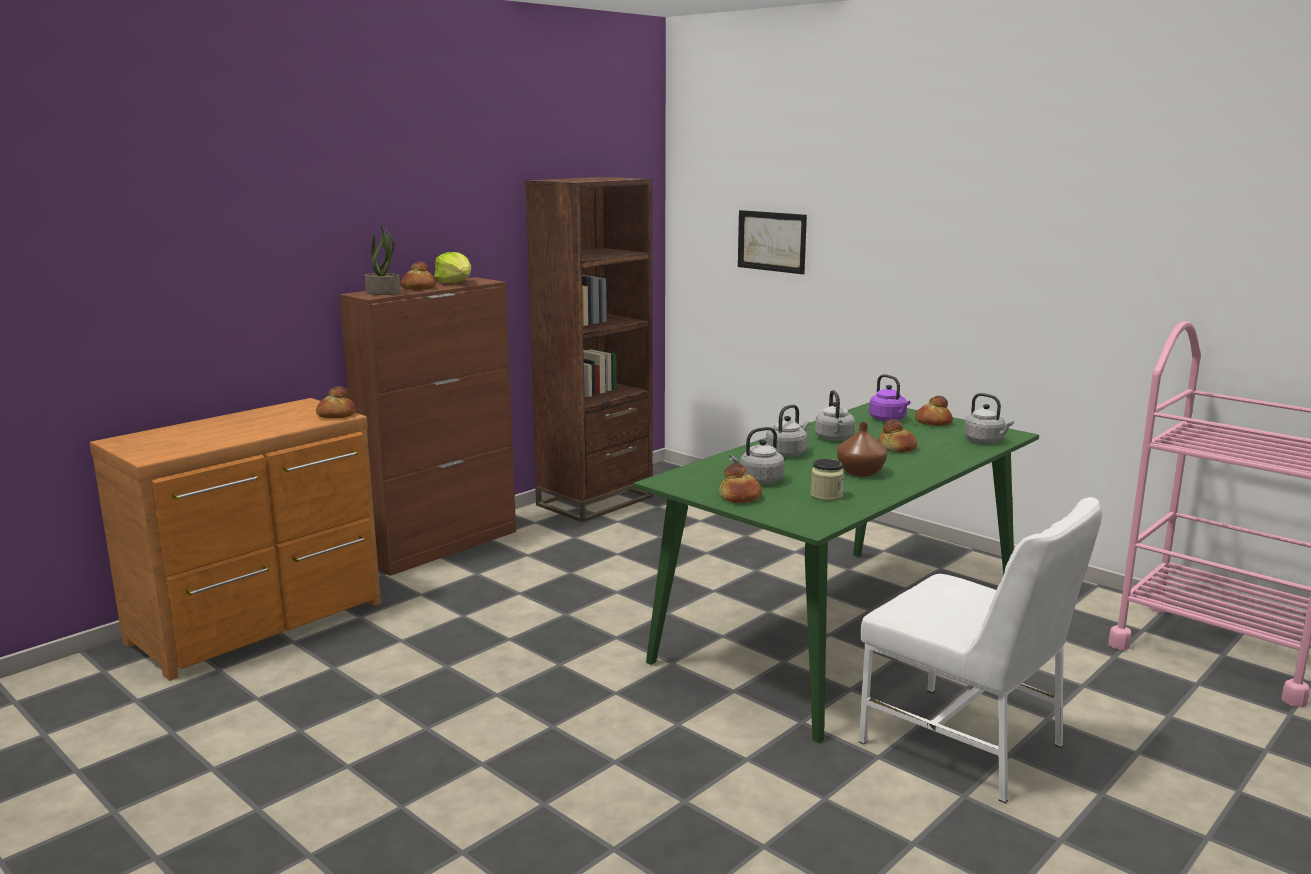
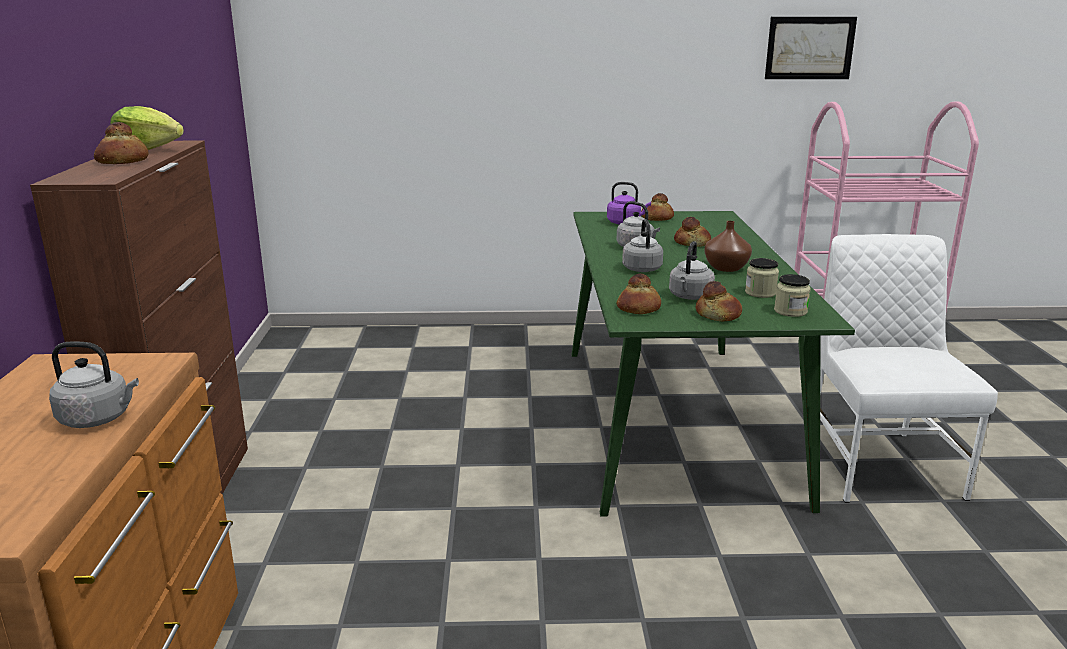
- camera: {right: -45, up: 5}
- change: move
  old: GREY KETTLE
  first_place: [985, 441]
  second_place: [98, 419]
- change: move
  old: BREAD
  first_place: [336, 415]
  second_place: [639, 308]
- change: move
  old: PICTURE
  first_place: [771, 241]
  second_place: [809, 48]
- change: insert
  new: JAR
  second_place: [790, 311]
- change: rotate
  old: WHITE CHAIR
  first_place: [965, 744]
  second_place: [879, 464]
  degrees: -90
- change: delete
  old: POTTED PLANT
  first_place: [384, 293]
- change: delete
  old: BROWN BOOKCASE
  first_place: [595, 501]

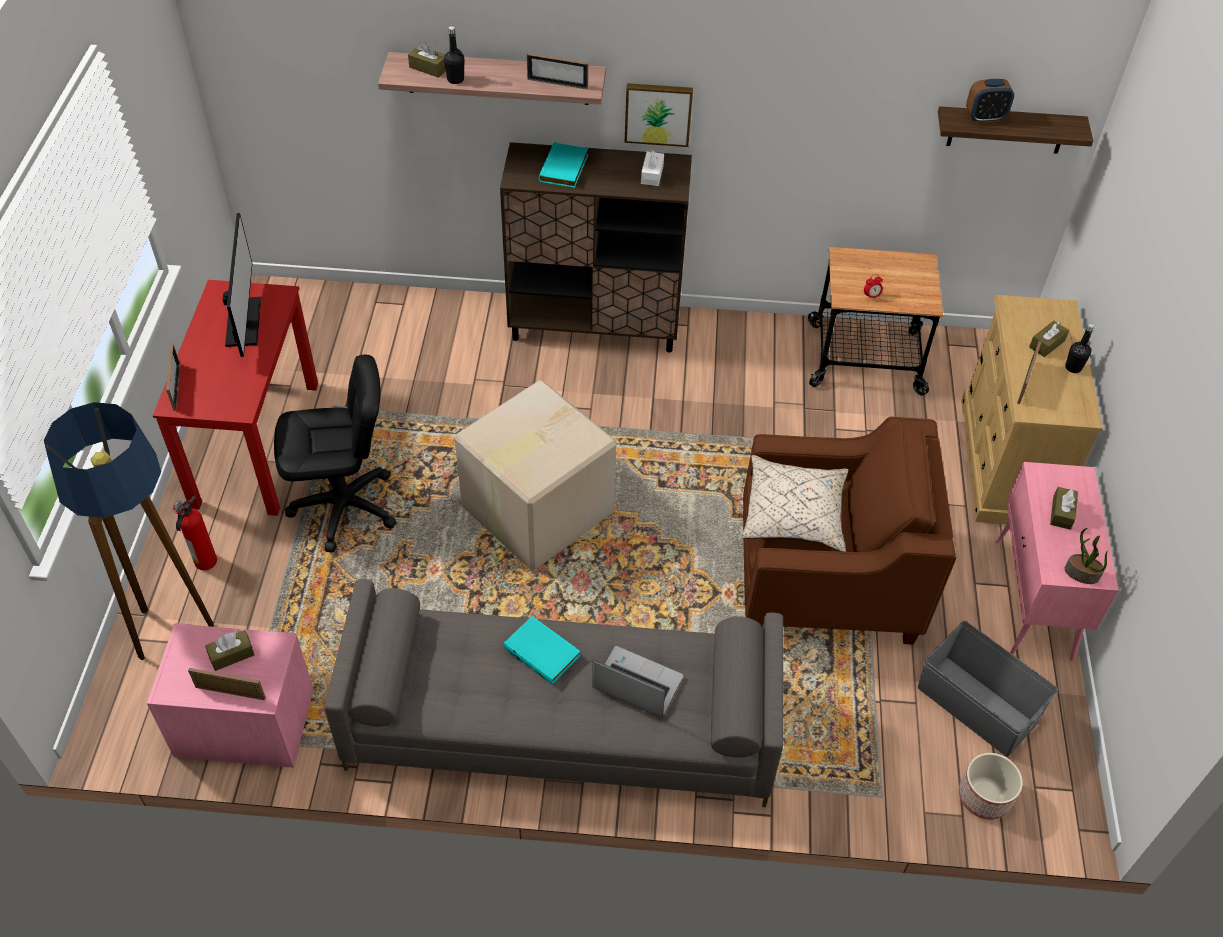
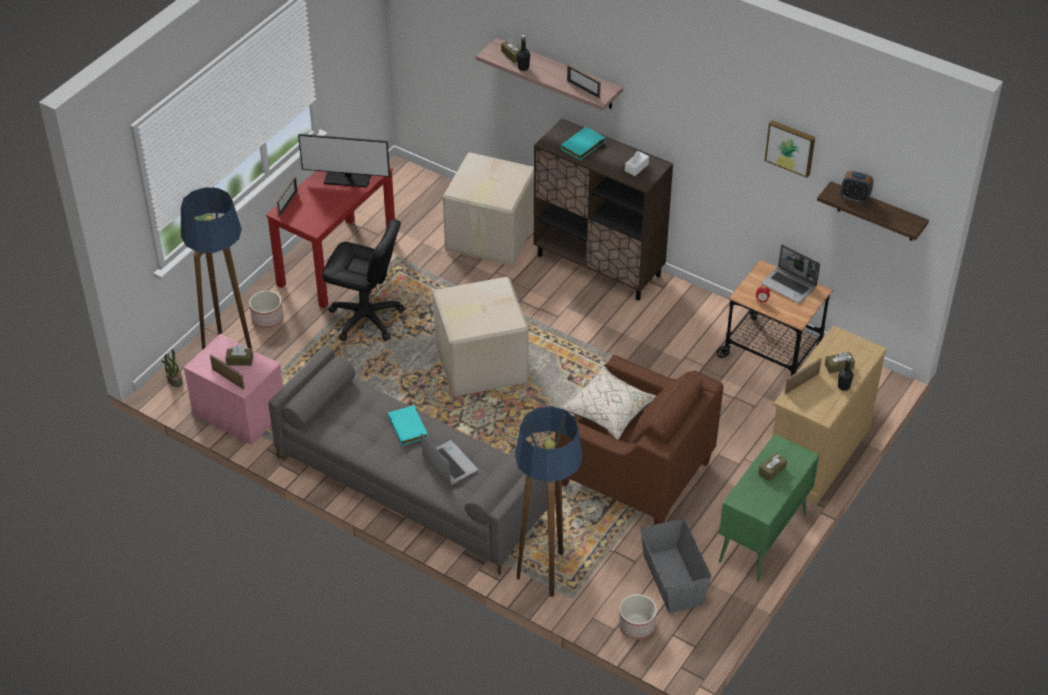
- camera: {right: 30, up: -5}
- change: move
  old: POTTED PLANT
  first_place: [1081, 574]
  second_place: [174, 380]
- change: replace
  old: FIRE EXTINGUISHER
  new: PLANTER
  first_place: [204, 562]
  second_place: [267, 319]
- change: rotate
  old: MONITOR
  first_place: [243, 322]
  second_place: [347, 179]
  degrees: 75
- change: insert
  new: CARDBOARD BOX
  second_place: [489, 236]
- change: insert
  new: FLOOR LAMP
  second_place: [546, 571]
- change: recolor
  old: PINK CABINET
  new: GREEN CABINET
  first_place: [1033, 600]
  second_place: [762, 539]
- change: insert
  new: LAPTOP
  second_place: [789, 286]
- change: move
  old: PICTURE
  first_place: [658, 113]
  second_place: [790, 147]

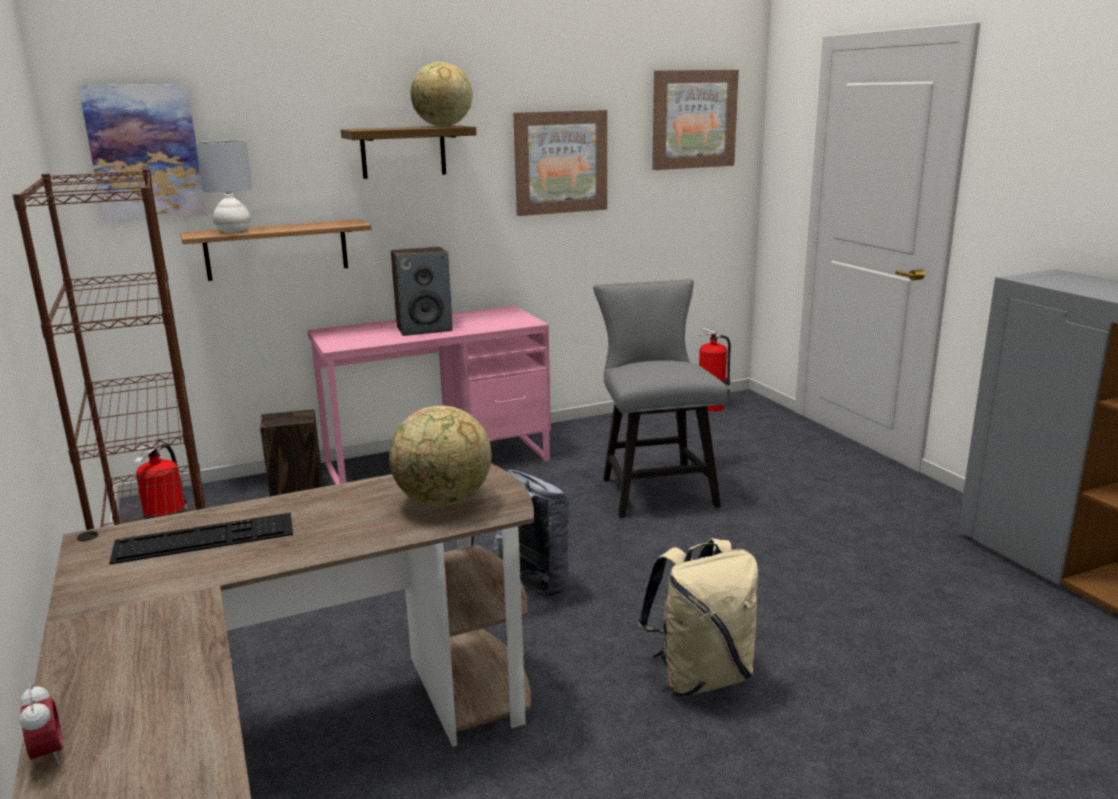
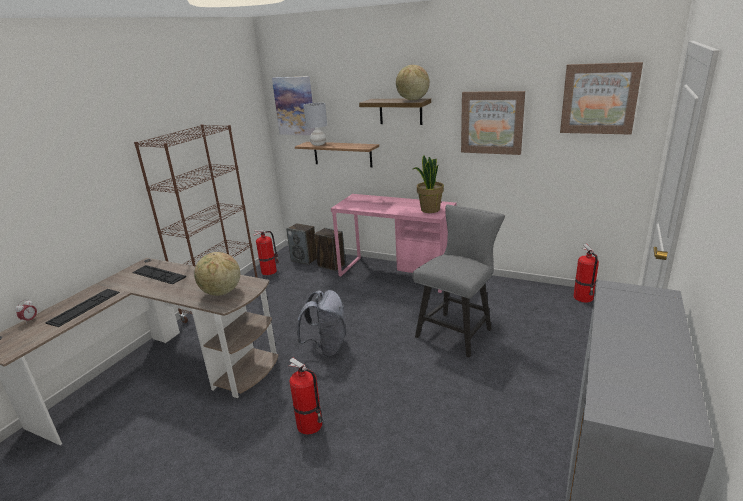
- camera: {right: 50, up: 5}
- change: insert
  new: KEYBOARD
  second_place: [84, 307]
- change: move
  old: SPEAKER
  first_place: [424, 329]
  second_place: [304, 259]
- change: replace
  old: BEIGE BACKPACK
  new: FIRE EXTINGUISHER
  first_place: [700, 676]
  second_place: [311, 425]
- change: insert
  new: POTTED PLANT
  second_place: [429, 210]

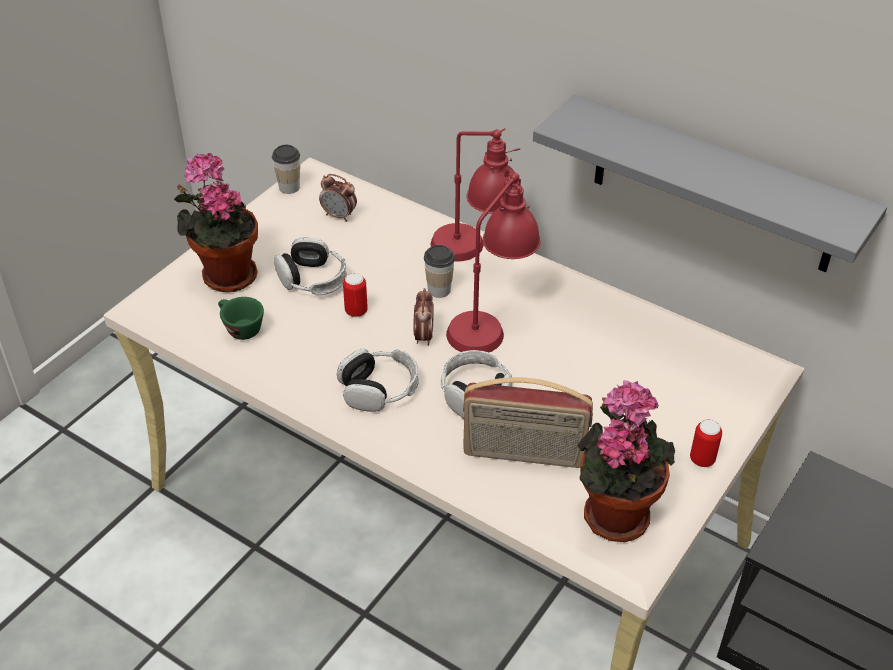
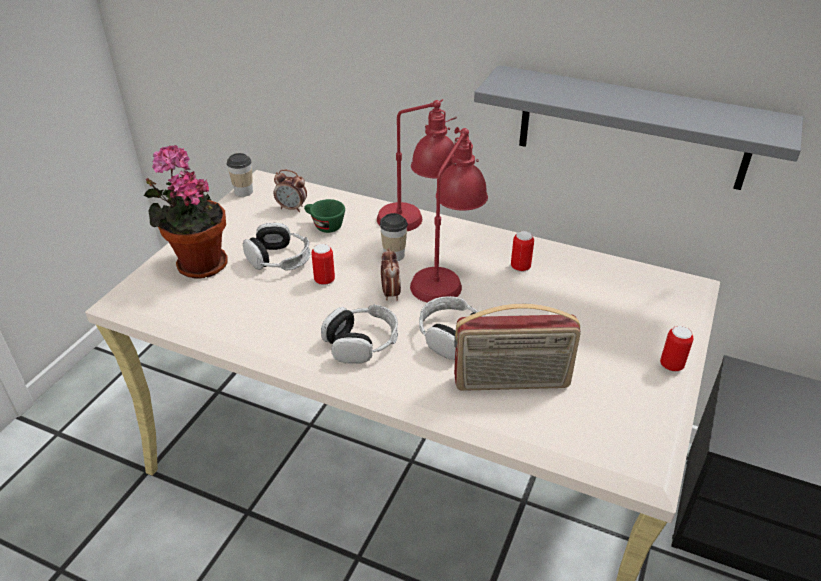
- camera: {right: -10, up: -5}
- change: move
  old: GREEN CUP
  first_place: [239, 328]
  second_place: [324, 226]
- change: insert
  new: CAN
  second_place: [520, 267]
- change: delete
  old: POTTED PLANT
  first_place: [614, 511]

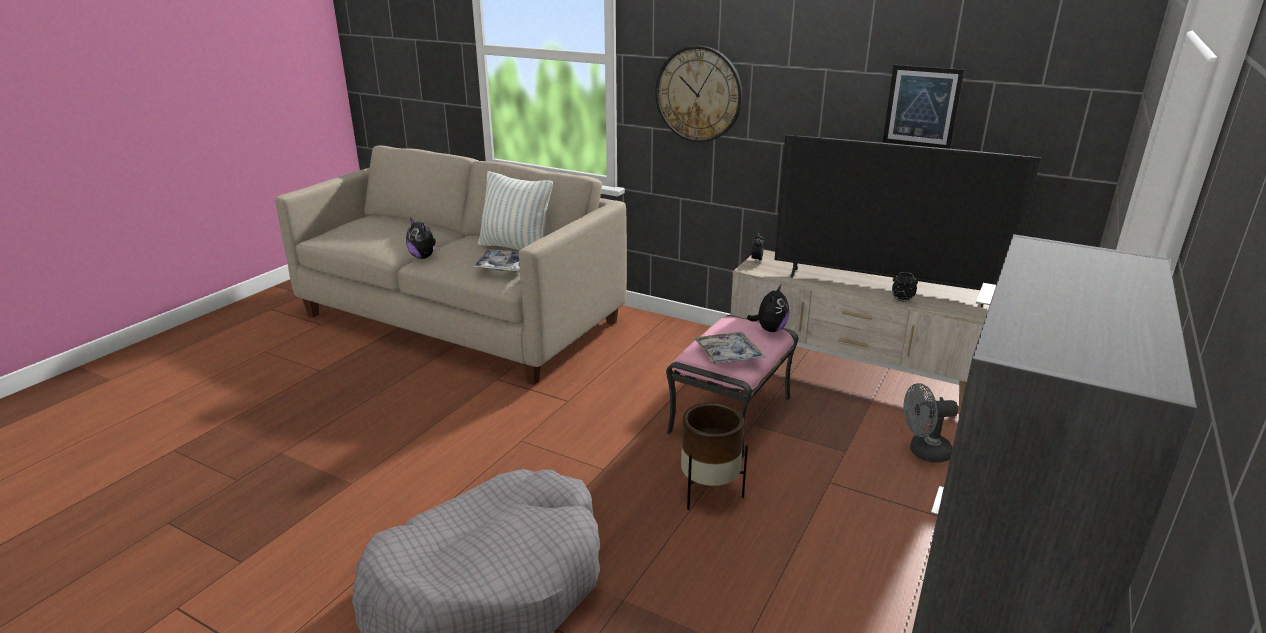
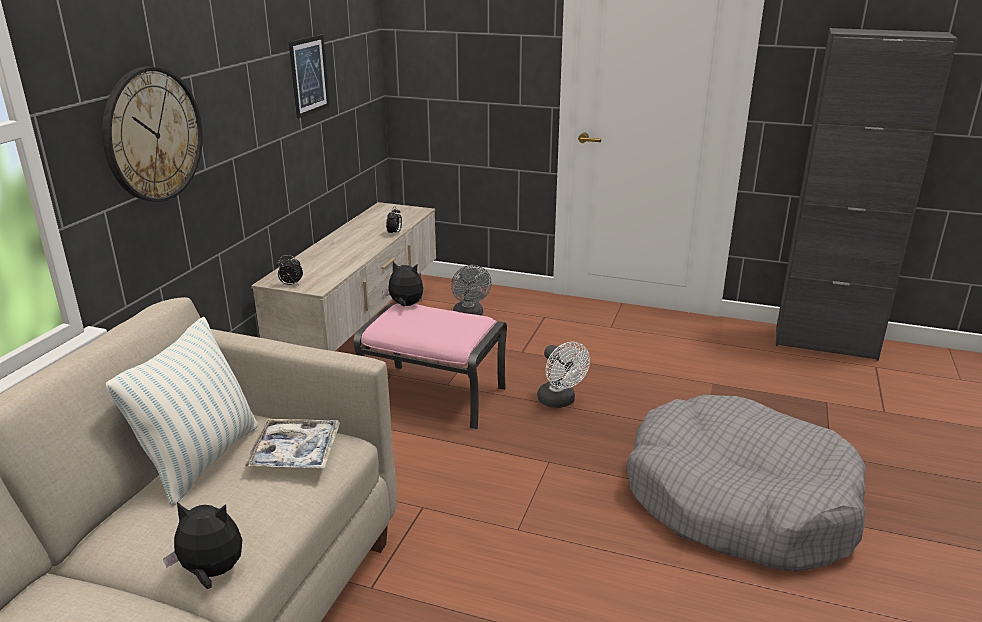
- camera: {right: -100, up: 0}
- change: rotate
  old: PLUSH TOY
  first_place: [424, 257]
  second_place: [211, 573]
  degrees: -120
- change: replace
  old: BROWN PLANTER
  new: WHITE FAN
  first_place: [709, 493]
  second_place: [560, 402]
- change: delete
  old: TRAY
  first_place: [728, 354]
- change: delete
  old: TELEVISION
  first_place: [884, 286]

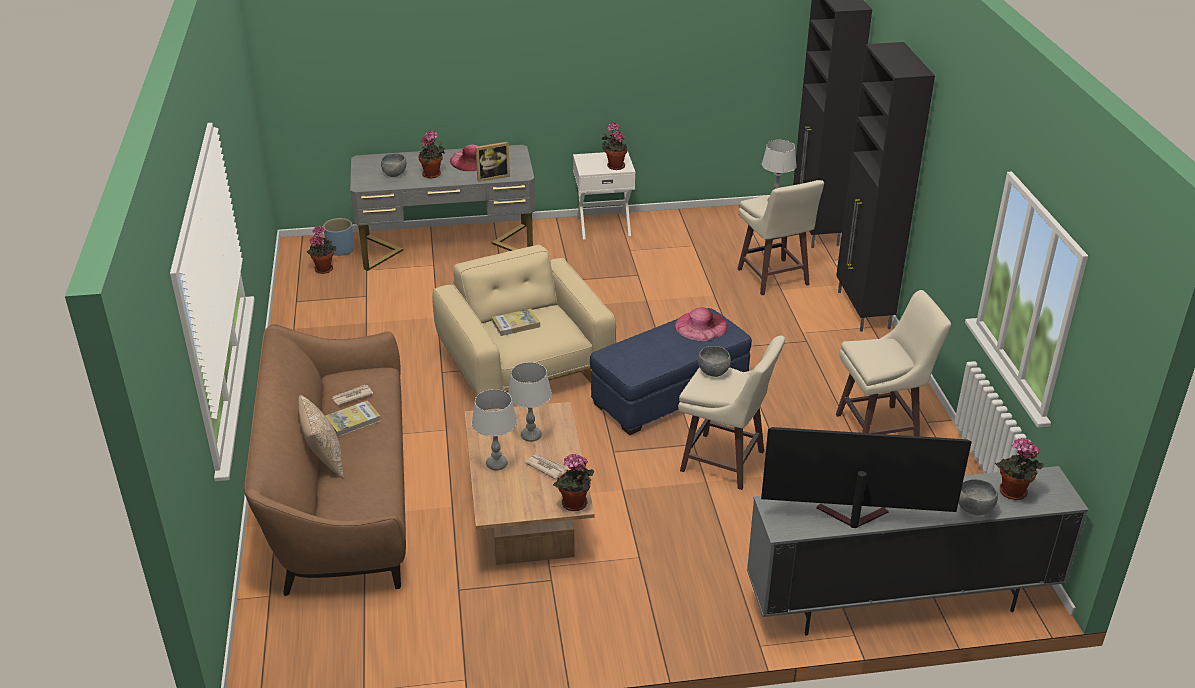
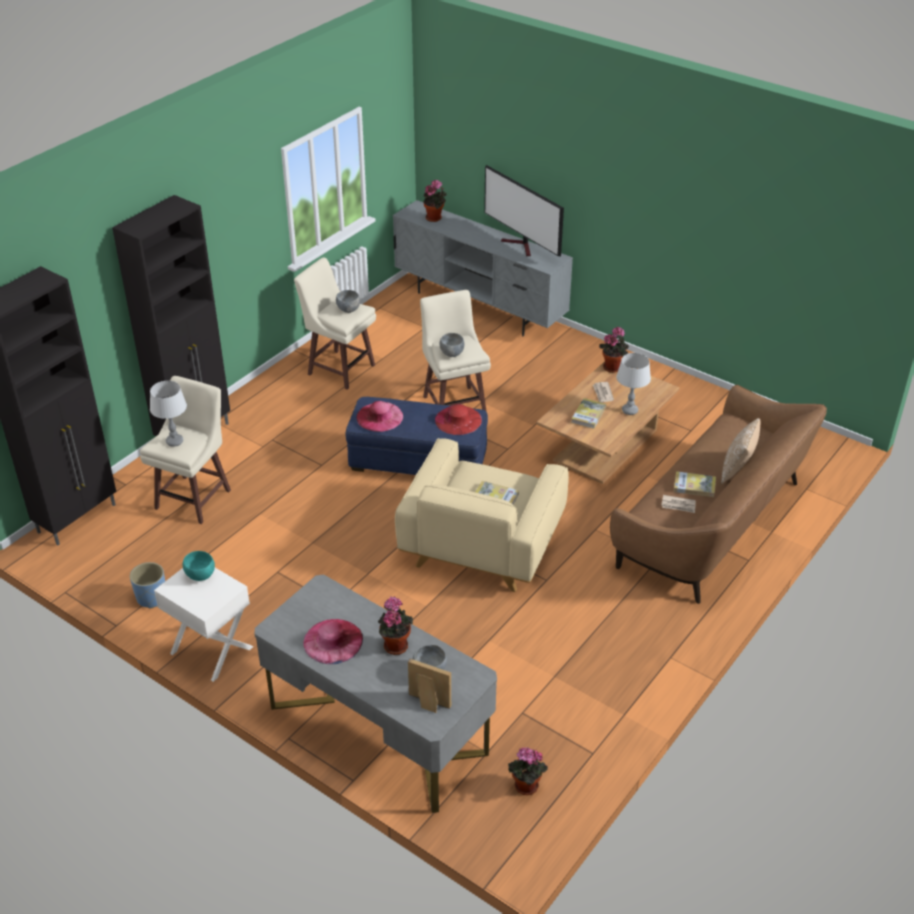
- camera: {right: -135, up: 5}
- change: move
  old: BLUE PLANTER
  first_place: [341, 250]
  second_place: [151, 598]
- change: replace
  old: POTTED PLANT
  new: TURQUOISE BOWL
  first_place: [614, 166]
  second_place: [200, 576]
- change: move
  old: GREY BOWL
  first_place: [974, 510]
  second_place: [348, 309]
- change: move
  old: PICTURE FRAME
  first_place: [492, 176]
  second_place: [427, 703]
- change: insert
  new: RED HAT
  second_place: [458, 420]
- change: replace
  old: GREY TABLE LAMP
  new: BOOK
  first_place: [531, 435]
  second_place: [588, 415]

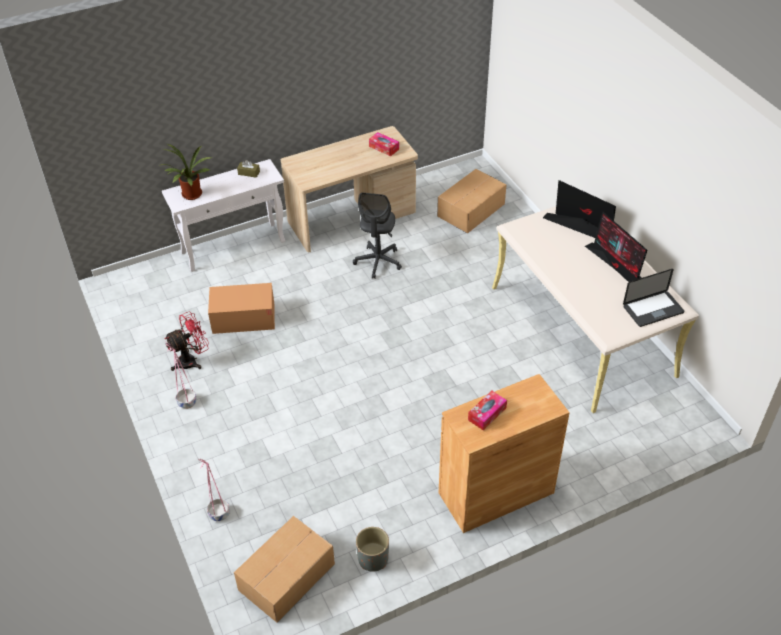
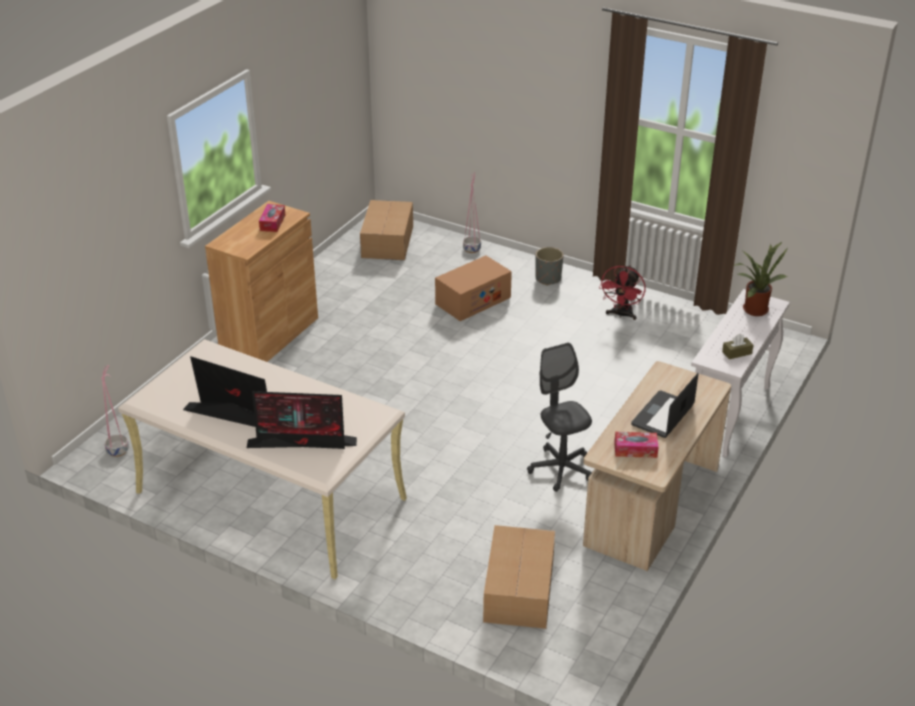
- camera: {right: 145, up: -10}
- change: move
  old: PINK PLANTER
  first_place: [186, 402]
  second_place: [118, 450]
- change: move
  old: CARDBOARD BOX
  first_place: [243, 318]
  second_place: [473, 300]
- change: move
  old: GREY PLANTER
  first_place: [373, 559]
  second_place: [548, 278]
- change: move
  old: LAPTOP
  first_place: [653, 309]
  second_place: [662, 415]

